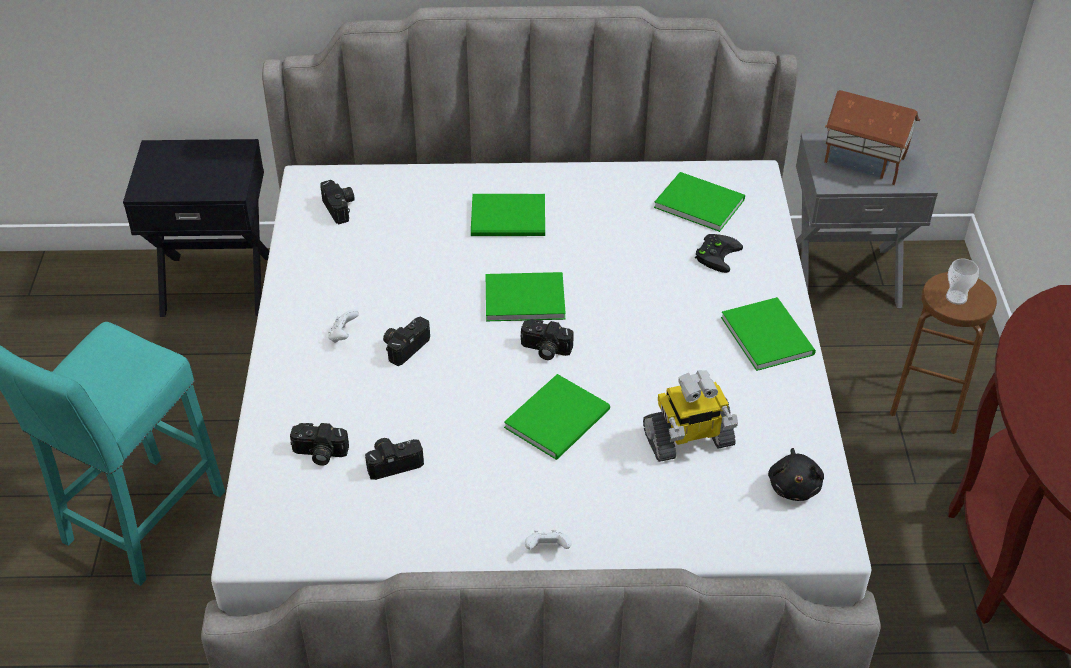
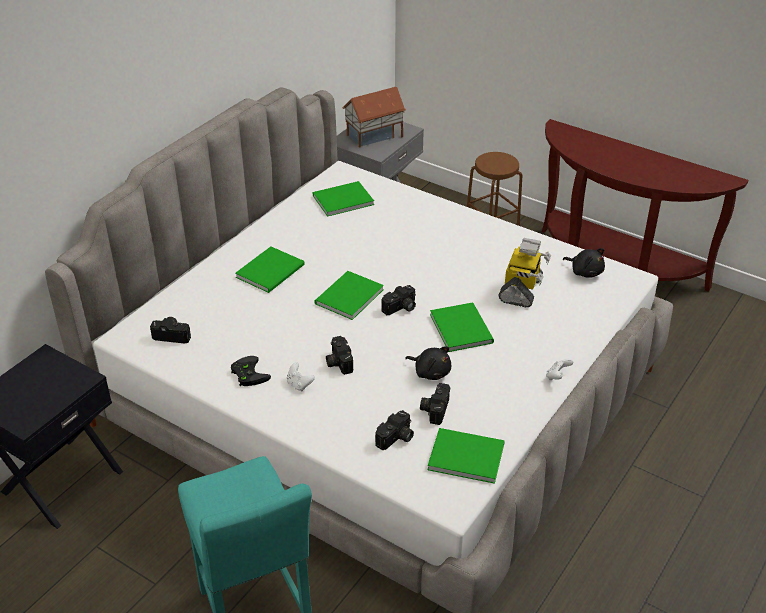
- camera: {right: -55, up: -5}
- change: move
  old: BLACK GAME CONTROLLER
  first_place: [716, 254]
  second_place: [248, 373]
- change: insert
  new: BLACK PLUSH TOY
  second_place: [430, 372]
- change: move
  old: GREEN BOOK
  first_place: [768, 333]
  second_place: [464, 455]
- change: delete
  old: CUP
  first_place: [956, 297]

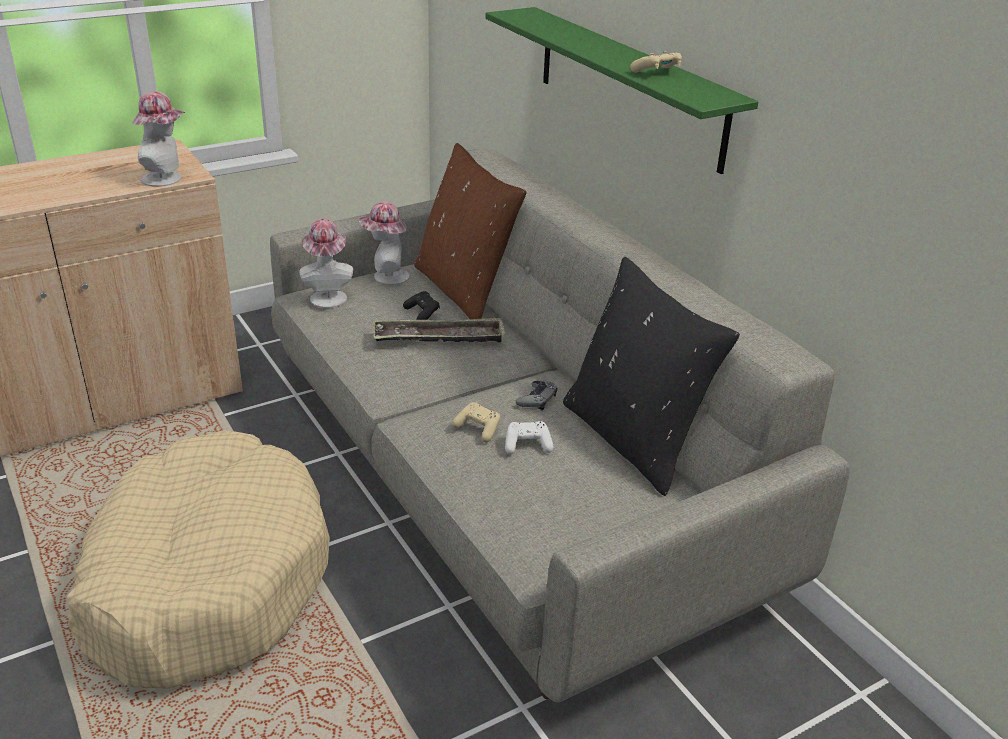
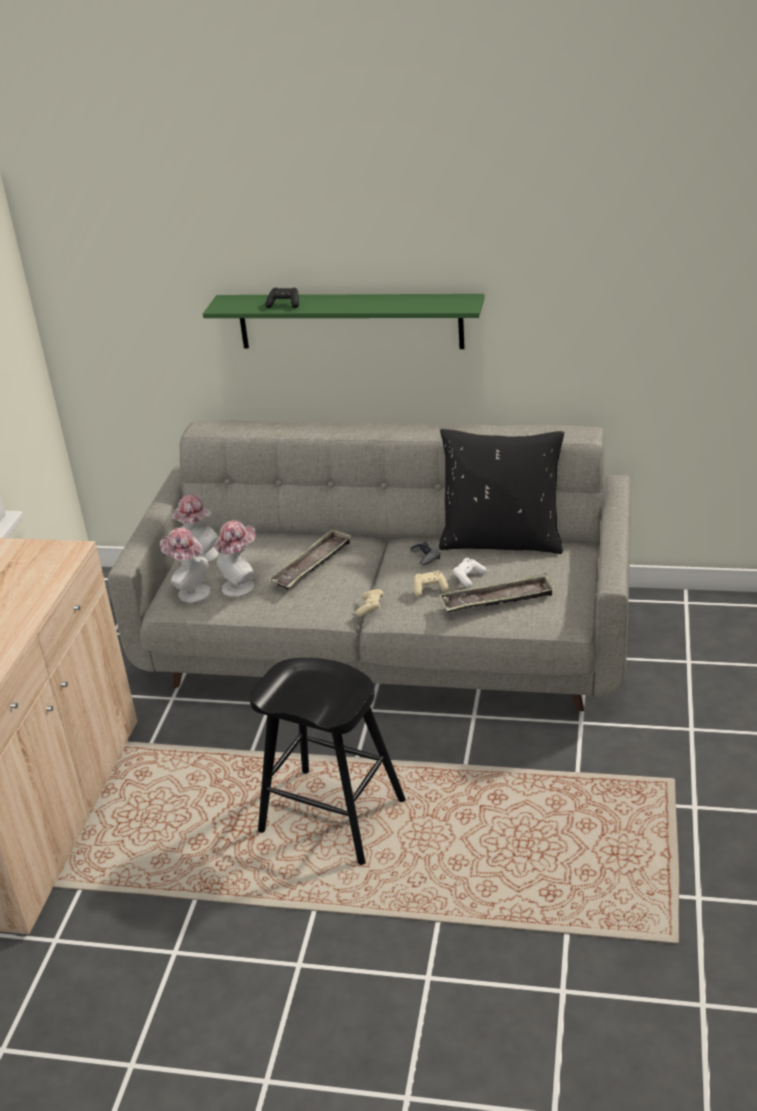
- camera: {right: -45, up: 0}
- change: move
  old: HAT
  first_place: [167, 179]
  second_place: [241, 585]
- change: replace
  old: BEIGE DOG BED
  new: BLACK STOOL
  first_place: [205, 579]
  second_place: [332, 815]
- change: move
  old: BLACK GAME CONTROLLER
  first_place: [422, 313]
  second_place: [284, 304]
- change: move
  old: BEIGE GAME CONTROLLER
  first_place: [657, 73]
  second_place: [371, 608]
- change: insert
  new: TRAY
  second_place: [497, 600]
- change: delete
  old: BROWN PILLOW
  first_place: [464, 290]

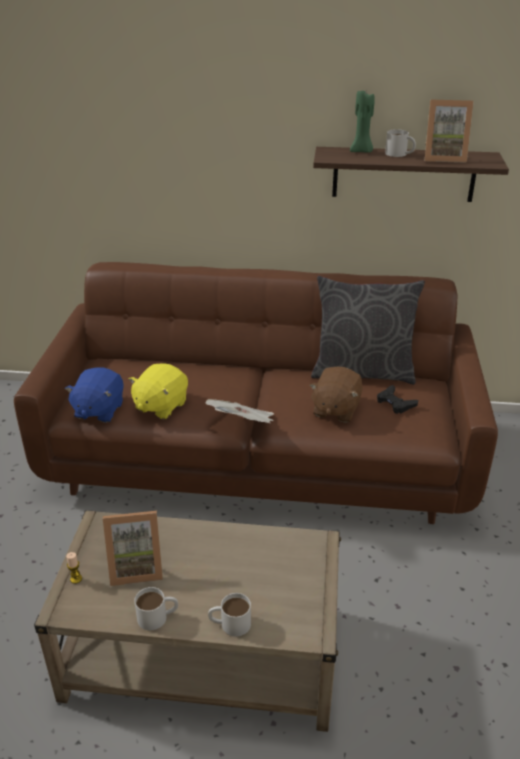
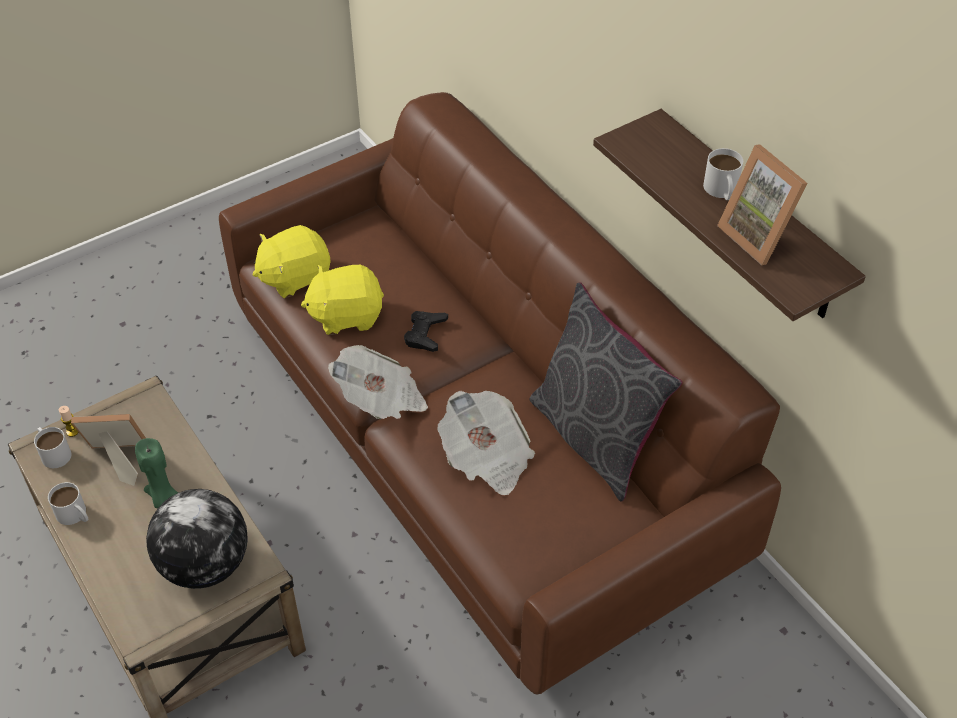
- camera: {right: 50, up: 15}
- change: move
  old: WHITE MUG
  first_place: [229, 624]
  second_place: [53, 452]
- change: rotate
  old: PICTURE FRAME
  first_place: [136, 567]
  second_place: [117, 461]
  degrees: 135
- change: move
  old: GREEN CANDLE
  first_place: [361, 151]
  second_place: [163, 498]
- change: insert
  new: GLOBE
  second_place: [204, 565]
- change: recolor
  old: BLUE PLUSH TOY
  new: YELLOW PLUSH TOY
  first_place: [98, 410]
  second_place: [294, 277]
- change: move
  old: BLACK GAME CONTROLLER
  first_place: [395, 403]
  second_place: [425, 334]
- change: replace
  old: BROWN PLUSH TOY
  new: NEWSPAPER
  first_place: [335, 409]
  second_place: [487, 458]

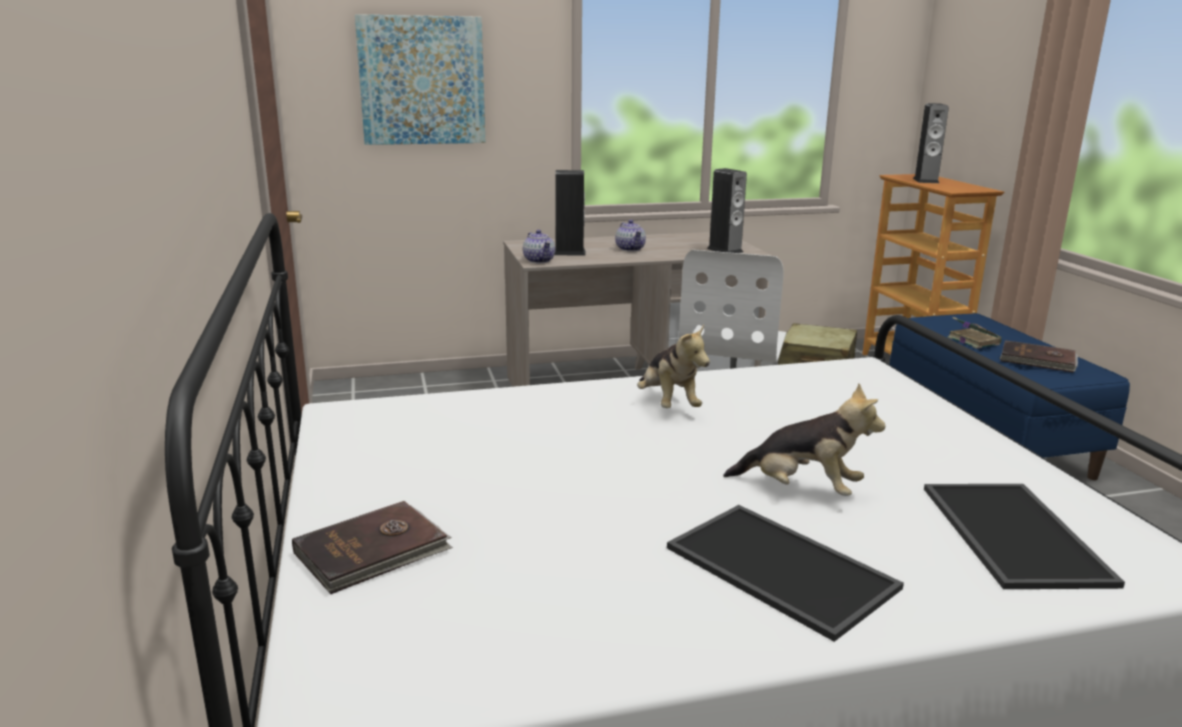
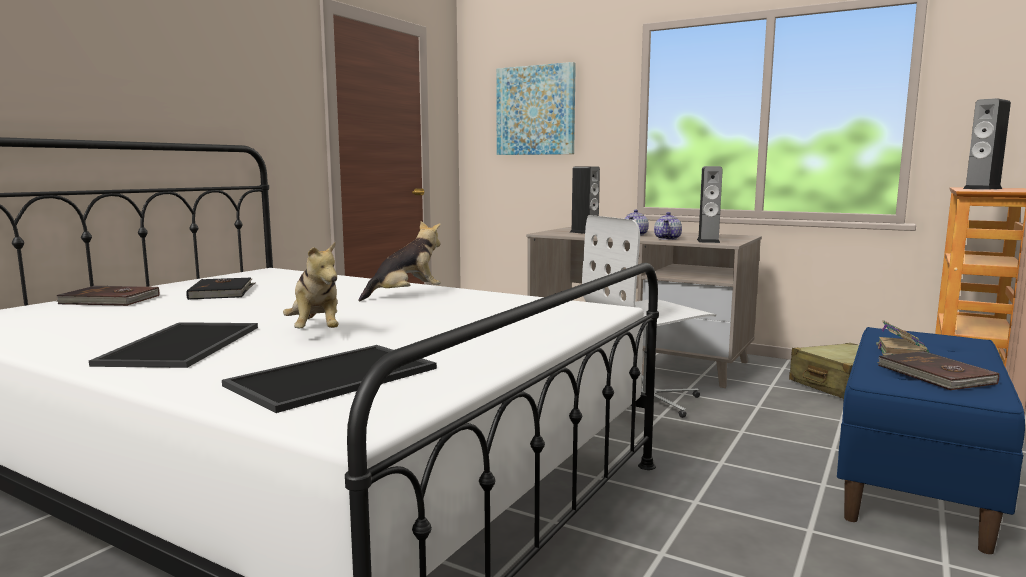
- camera: {right: 45, up: -10}
- change: insert
  new: BLACK BOOK
  second_place: [222, 292]
- change: rotate
  old: PLUSH TOY
  first_place: [668, 404]
  second_place: [405, 295]
  degrees: -150
- change: move
  old: TEAPOT
  first_place: [539, 260]
  second_place: [667, 238]

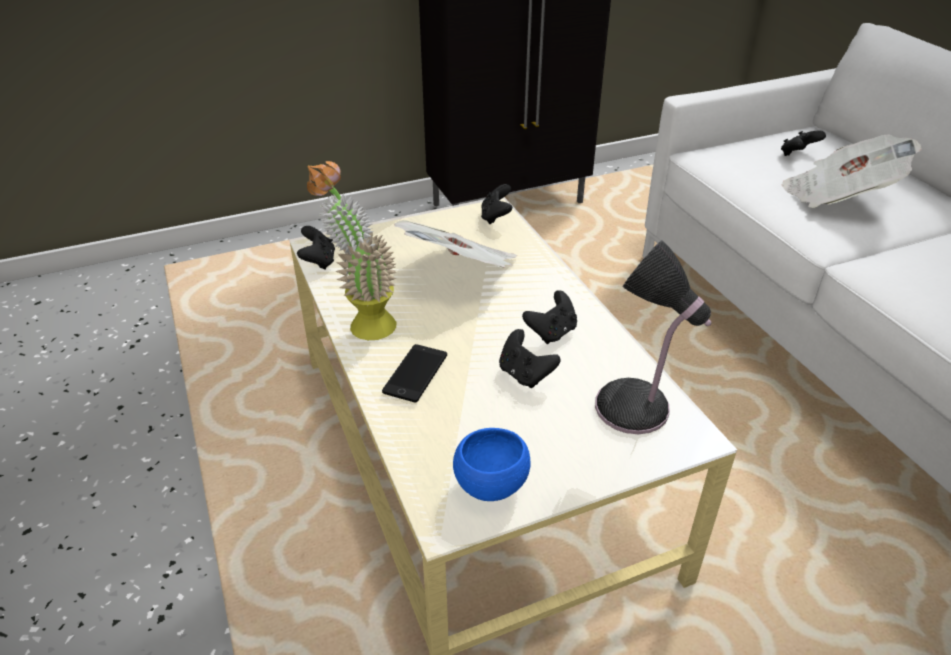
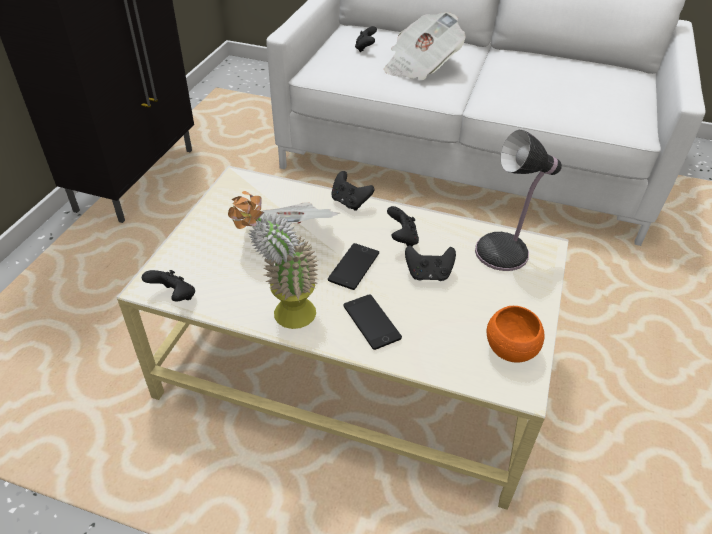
- camera: {right: -50, up: 5}
- change: insert
  new: PHONE
  second_place: [354, 266]
- change: move
  old: BLACK GAME CONTROLLER
  first_place: [496, 217]
  second_place: [350, 202]
- change: recolor
  old: BLUE BOWL
  new: ORANGE BOWL
  first_place: [491, 485]
  second_place: [510, 349]

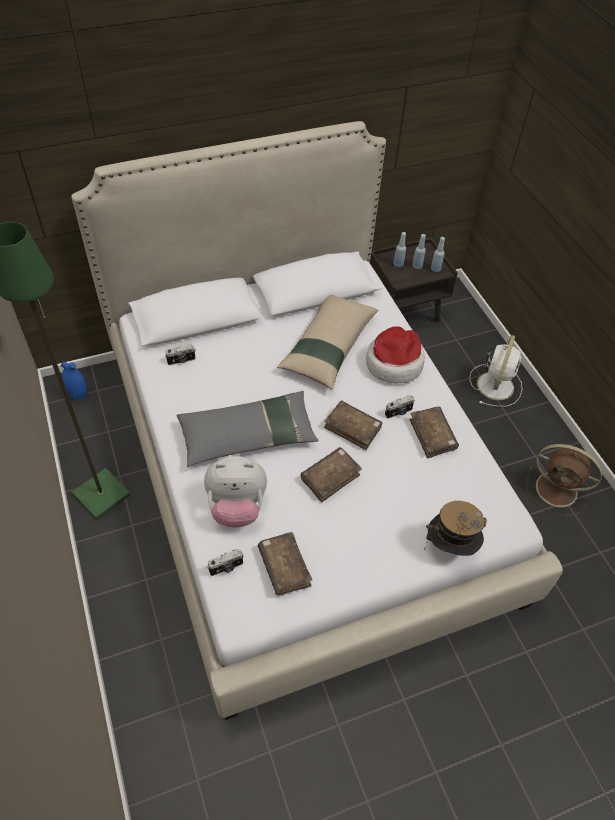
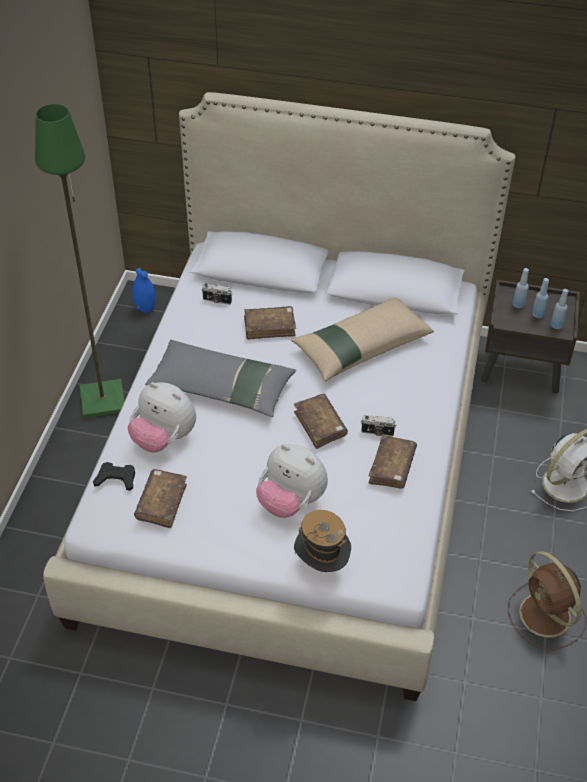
- camera: {right: 35, up: -5}
- change: replace
  old: PHOTO CAMERA
  new: BLACK GAME CONTROLLER
  first_place: [226, 568]
  second_place: [116, 479]
- change: move
  old: BROWN BOOK
  first_place: [330, 477]
  second_place: [269, 327]
- change: insert
  new: PLUSH TOY
  second_place: [291, 501]
- change: delete
  old: HAT
  first_place: [393, 363]

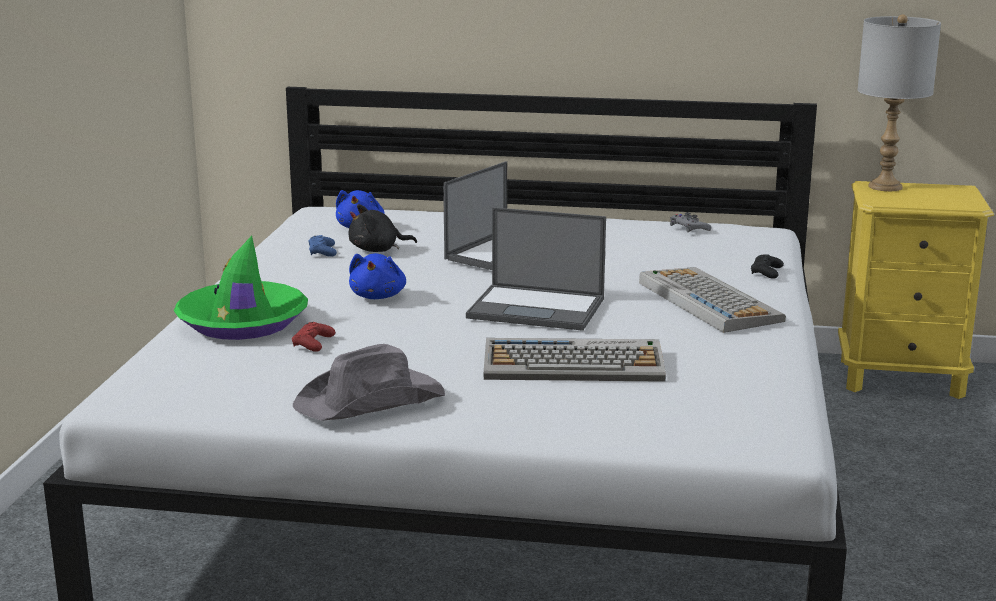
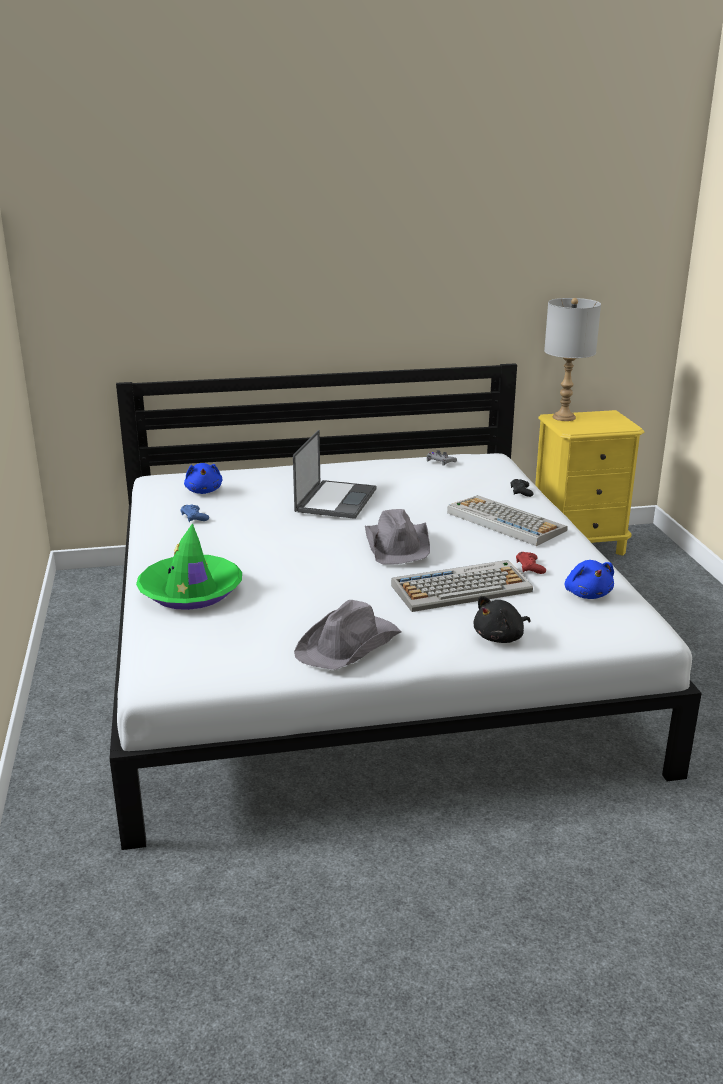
- camera: {right: -20, up: 5}
- change: replace
  old: LAPTOP
  new: GREY HAT
  first_place: [538, 308]
  second_place: [398, 545]
- change: move
  old: BLACK PLUSH TOY
  first_place: [377, 250]
  second_place: [500, 637]
- change: move
  old: RED GAME CONTROLLER
  first_place: [313, 343]
  second_place: [530, 567]
- change: move
  old: BLUE PLUSH TOY
  first_place: [378, 296]
  second_place: [587, 594]

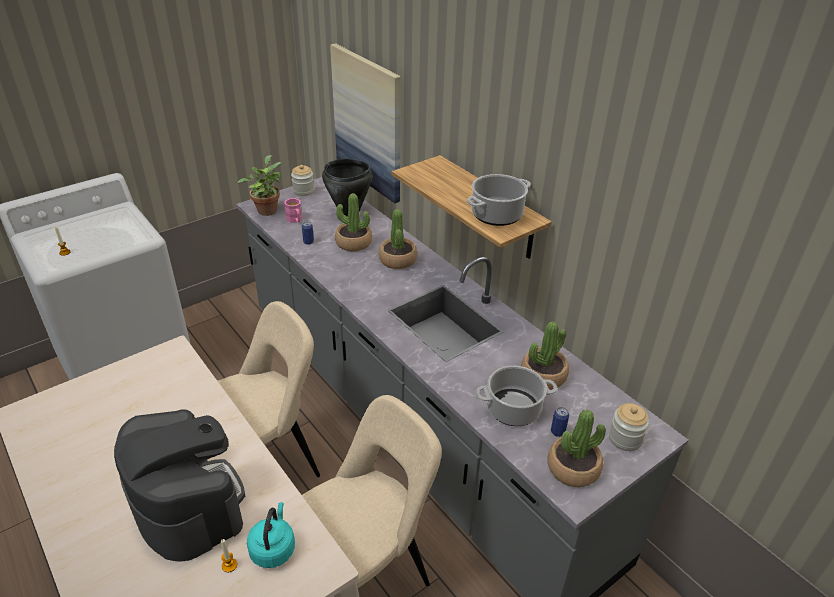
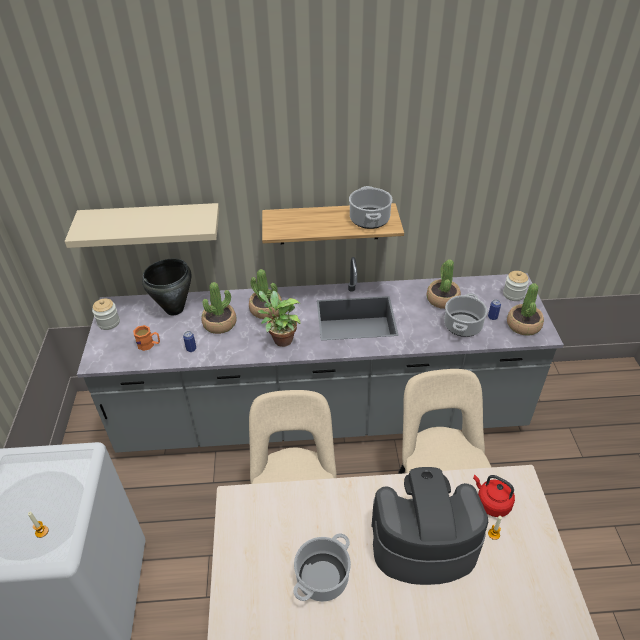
- camera: {right: -55, up: 5}
- change: replace
  old: PICTURE
  new: BEIGE SHELF
  first_place: [368, 122]
  second_place: [152, 224]
- change: recolor
  old: PINK MUG
  new: ORANGE MUG
  first_place: [295, 220]
  second_place: [149, 344]
- change: move
  old: POTTED PLANT
  first_place: [266, 209]
  second_place: [280, 339]
- change: insert
  new: COOKING POT
  second_place: [322, 578]
- change: recolor
  old: TURQUOISE KETTLE
  new: RED KETTLE
  first_place: [273, 548]
  second_place: [491, 503]

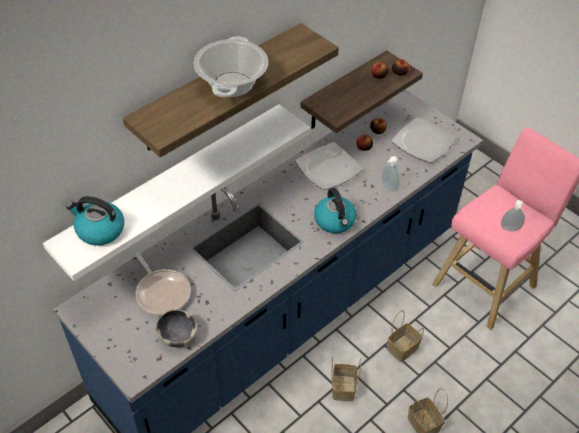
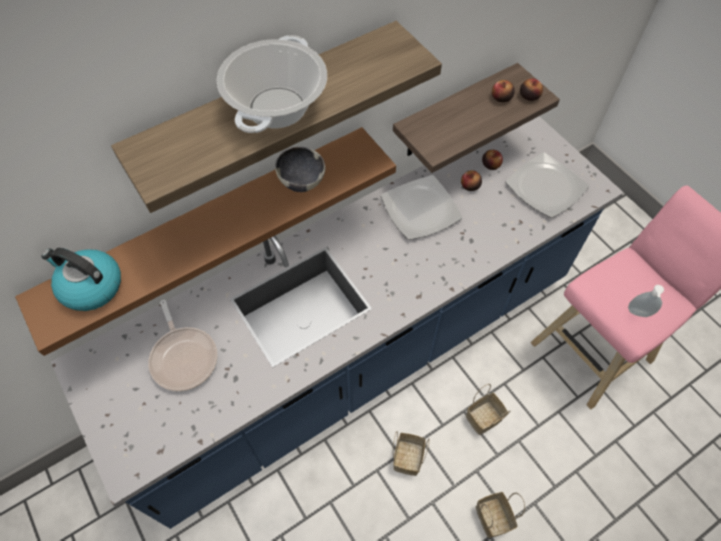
- camera: {right: 10, up: 10}
- change: recolor
  old: WHITE SHELF
  new: BROWN SHELF
  first_place: [173, 185]
  second_place: [210, 223]
- change: move
  old: BOWL
  first_place: [178, 336]
  second_place: [301, 181]
- change: delete
  old: KETTLE
  first_place: [335, 221]
- change: delete
  old: SOAP DISPENSER
  first_place: [388, 187]

